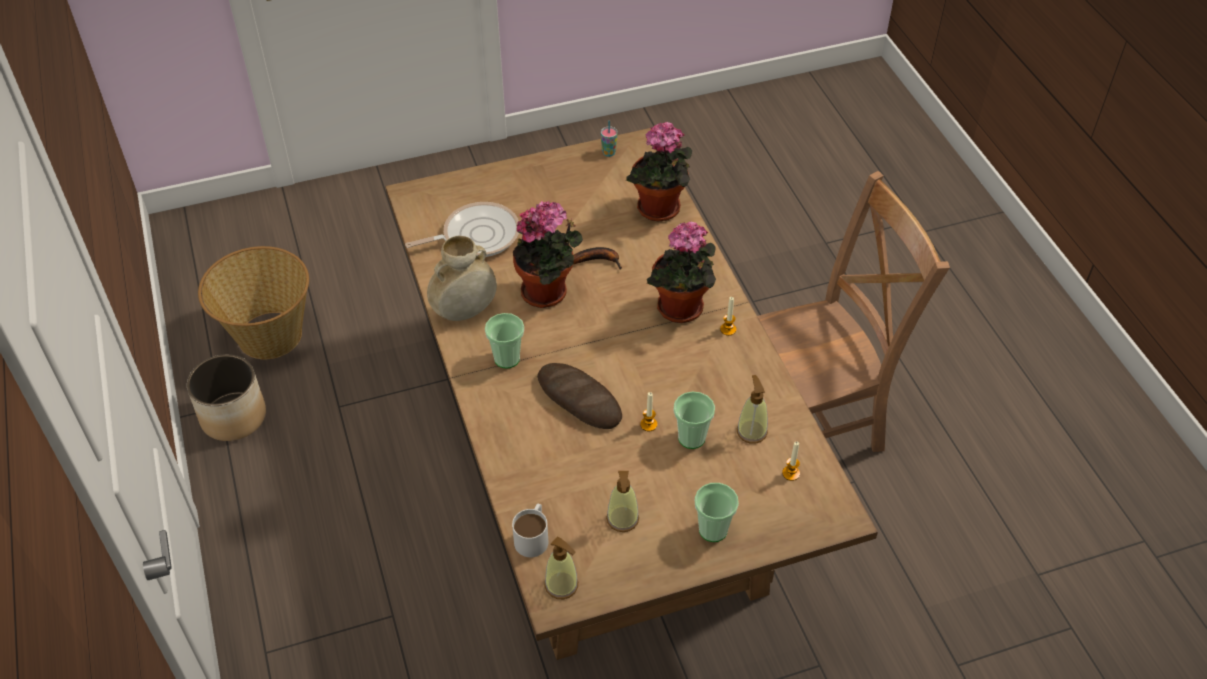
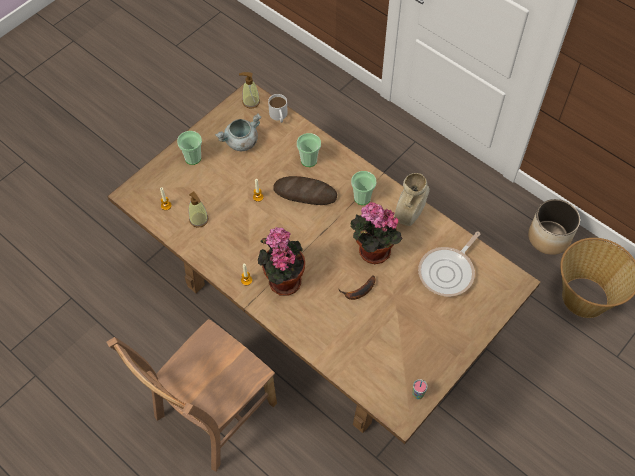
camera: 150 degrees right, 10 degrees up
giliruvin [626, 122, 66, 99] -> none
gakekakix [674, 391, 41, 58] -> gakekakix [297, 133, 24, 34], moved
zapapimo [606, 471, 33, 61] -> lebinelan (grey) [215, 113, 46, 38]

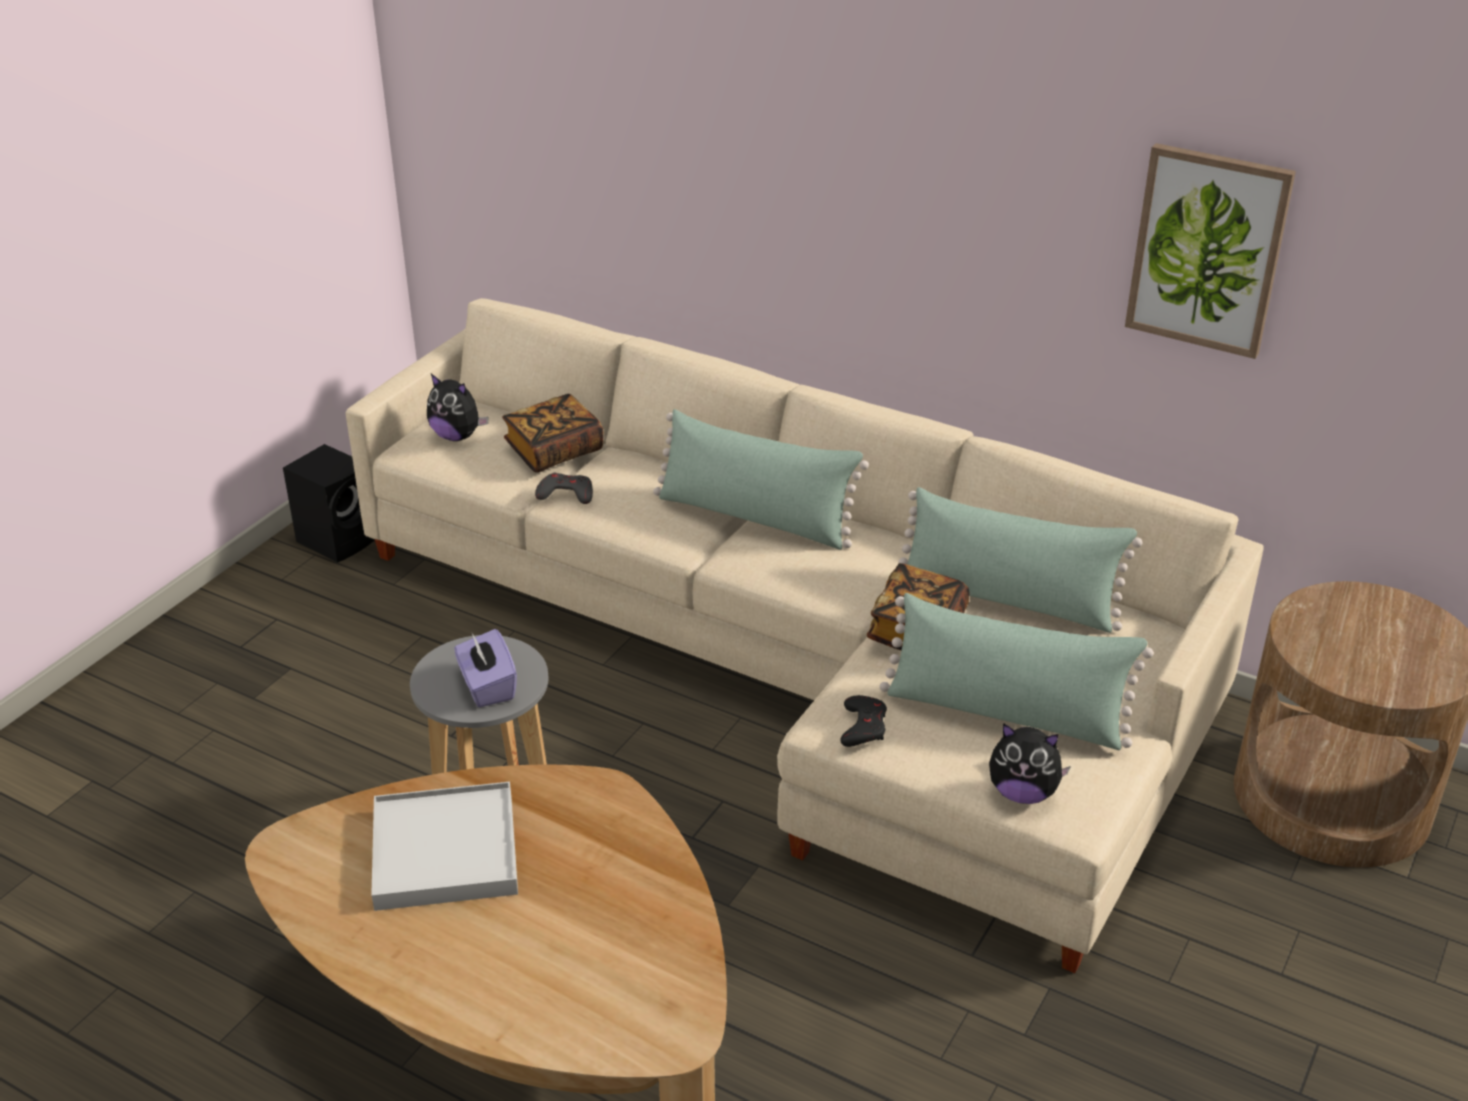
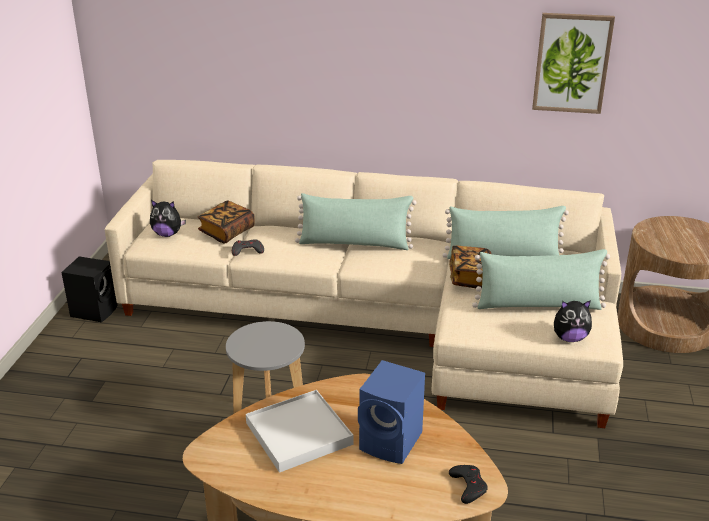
camera: 20 degrees left, 5 degrees down
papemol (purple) [454, 629, 63, 78] -> none
none -> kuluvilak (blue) [358, 360, 67, 104]
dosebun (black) [840, 695, 47, 52] -> dosebun (black) [449, 465, 39, 39], moved

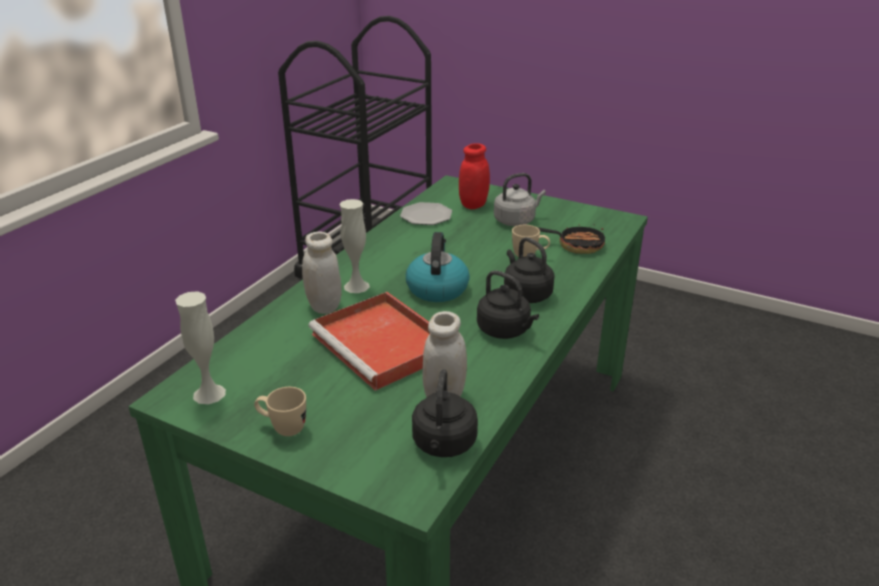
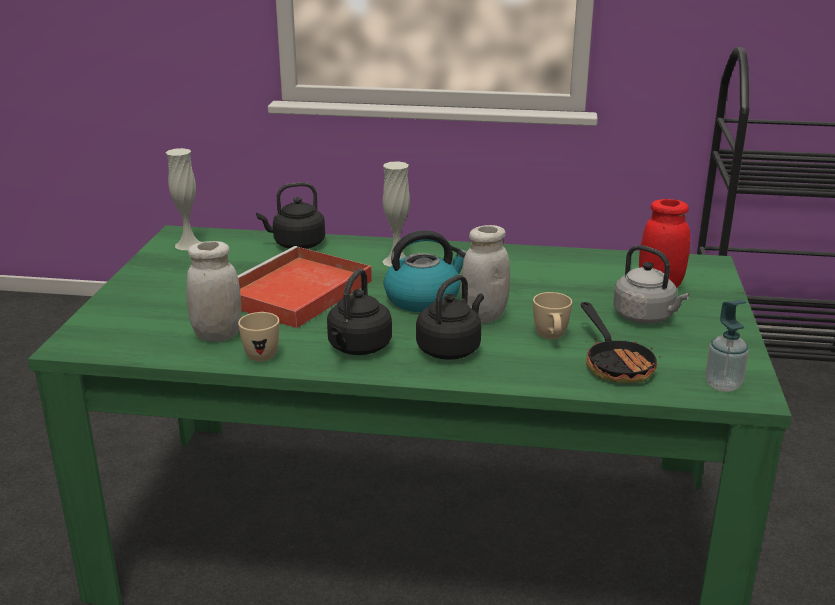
camera: 70 degrees right, 5 degrees down
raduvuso [400, 202, 52, 23] -> none
none -> zapapimo [705, 300, 44, 92]
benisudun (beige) [254, 387, 52, 49] -> benisudun (beige) [238, 312, 41, 50], moved
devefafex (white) [302, 232, 39, 82] -> devefafex (white) [461, 225, 49, 98], moved
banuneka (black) [412, 369, 66, 88] -> banuneka (black) [256, 182, 69, 67], moved

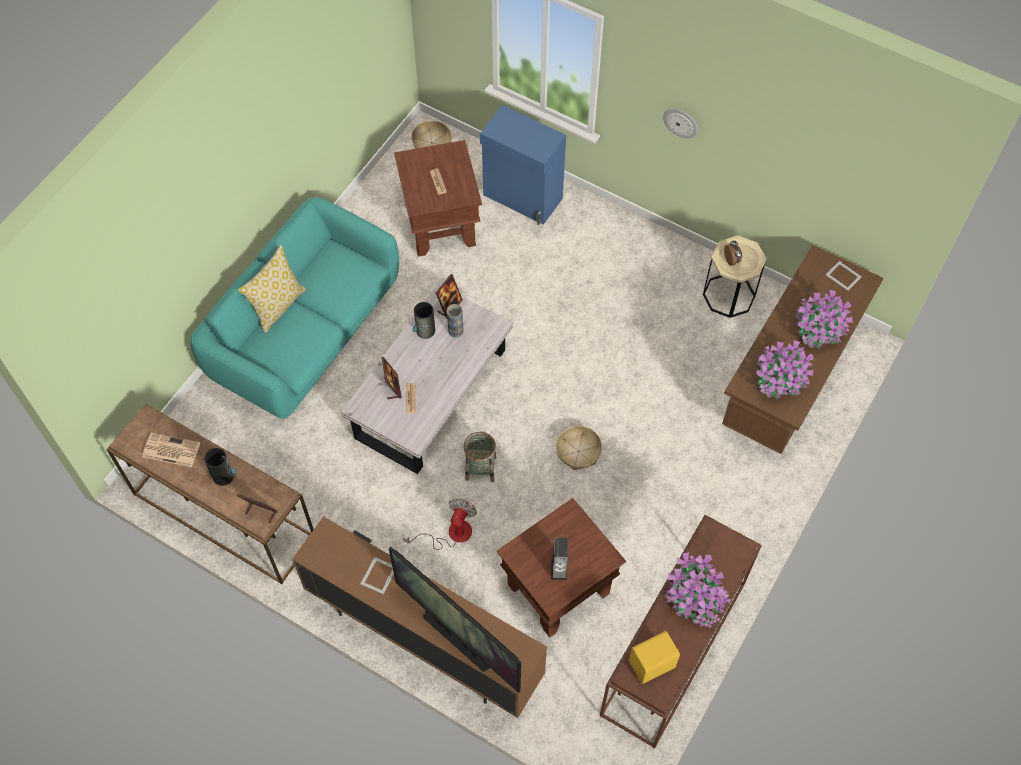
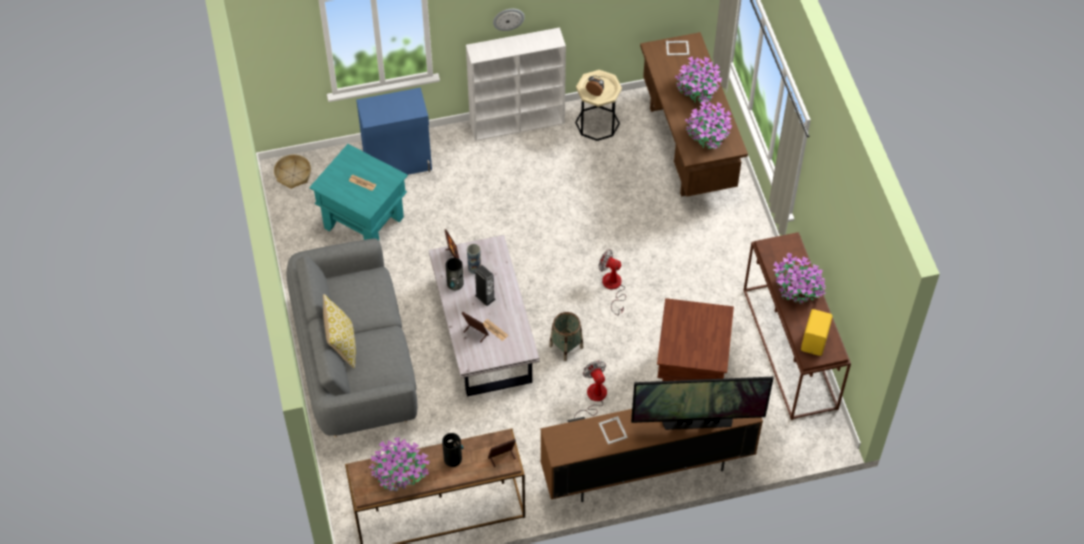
camera: 45 degrees left, 5 degrees down
none -> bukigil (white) [466, 27, 100, 114]
kuluvilak [551, 538, 17, 42] -> kuluvilak [475, 265, 21, 41], moved
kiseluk [143, 433, 57, 34] -> giliruvin [369, 437, 61, 54]
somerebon [556, 426, 46, 44] -> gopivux [599, 250, 27, 65]
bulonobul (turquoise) [190, 197, 209, 222] -> bulonobul (grey) [287, 238, 130, 199]
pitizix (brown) [394, 140, 88, 117] -> pitizix (turquoise) [309, 144, 99, 96]

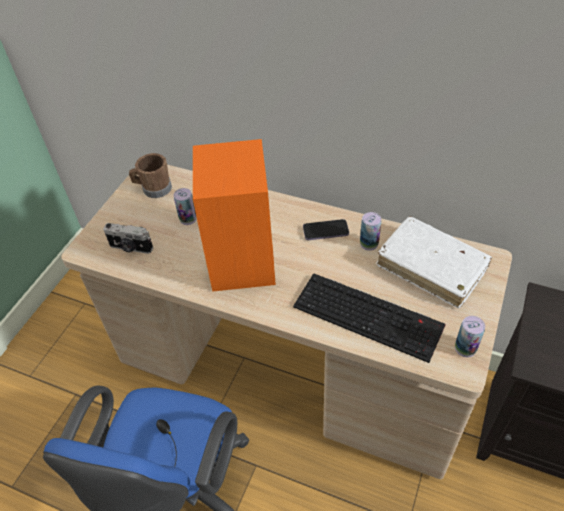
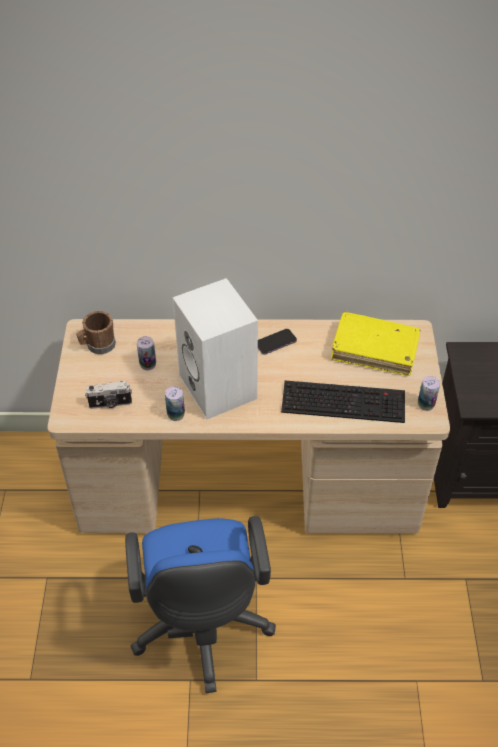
camera: 25 degrees left, 0 degrees up
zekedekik [360, 212, 21, 39] -> zekedekik [165, 386, 20, 35], moved
kuluvilak (orange) [193, 139, 83, 153] -> kuluvilak (white) [173, 278, 85, 141]
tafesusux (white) [376, 216, 116, 92] -> tafesusux (yellow) [331, 312, 89, 64]

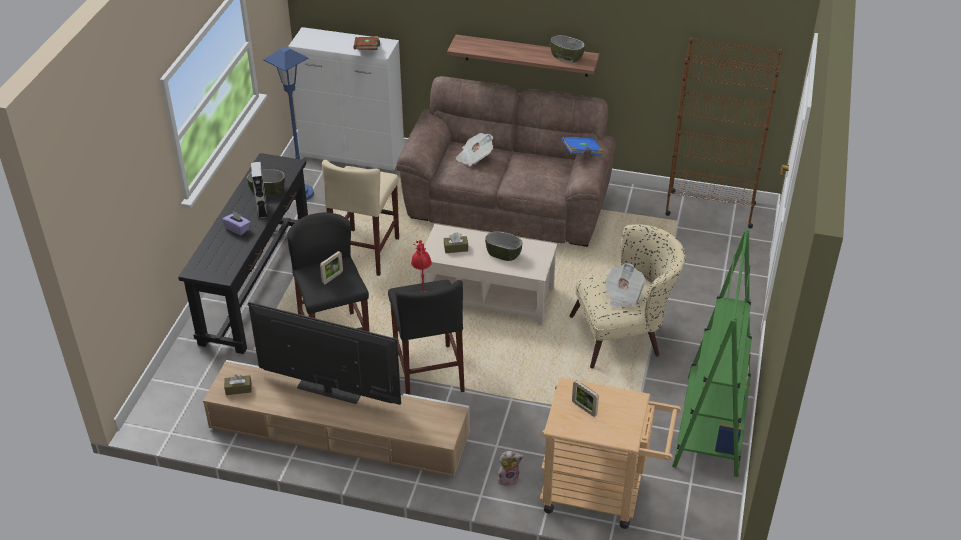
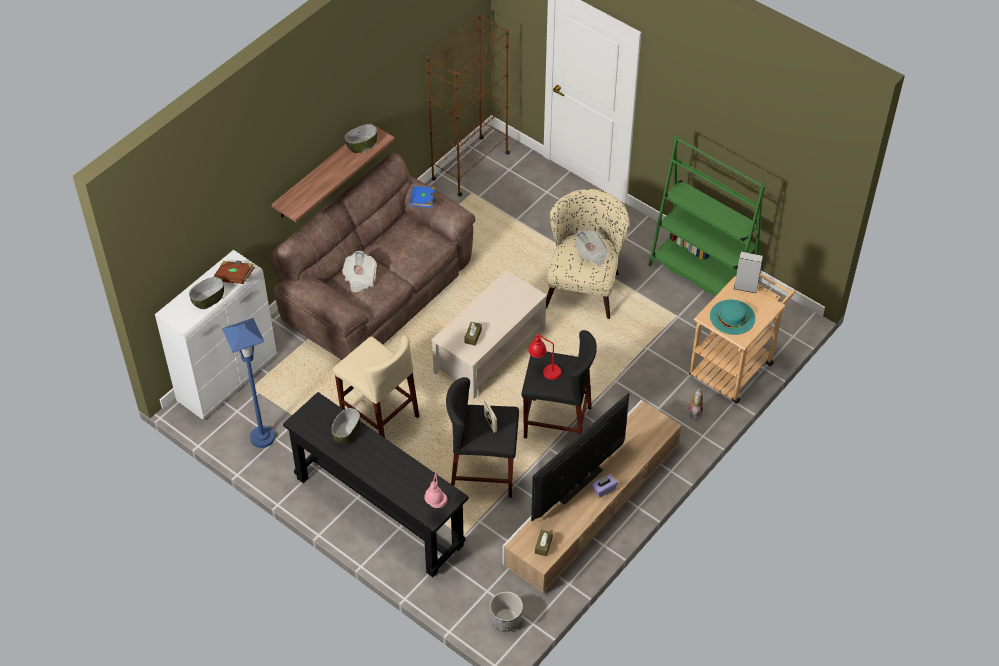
camera: 65 degrees left, 10 degrees up
none -> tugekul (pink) [424, 472, 23, 36]
none -> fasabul [489, 591, 34, 41]
papemol (purple) [222, 211, 29, 24] -> papemol (purple) [591, 475, 27, 22], moved
kuluvilak (grey) [251, 162, 17, 56] -> kuluvilak (grey) [734, 252, 29, 41], moved
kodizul [485, 231, 37, 30] -> kodizul [189, 277, 35, 32], moved
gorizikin [572, 380, 27, 37] -> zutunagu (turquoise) [710, 299, 45, 36]

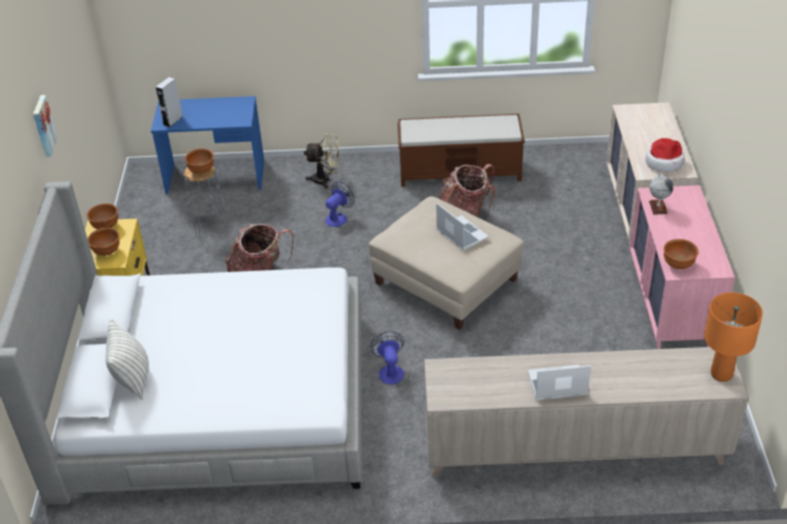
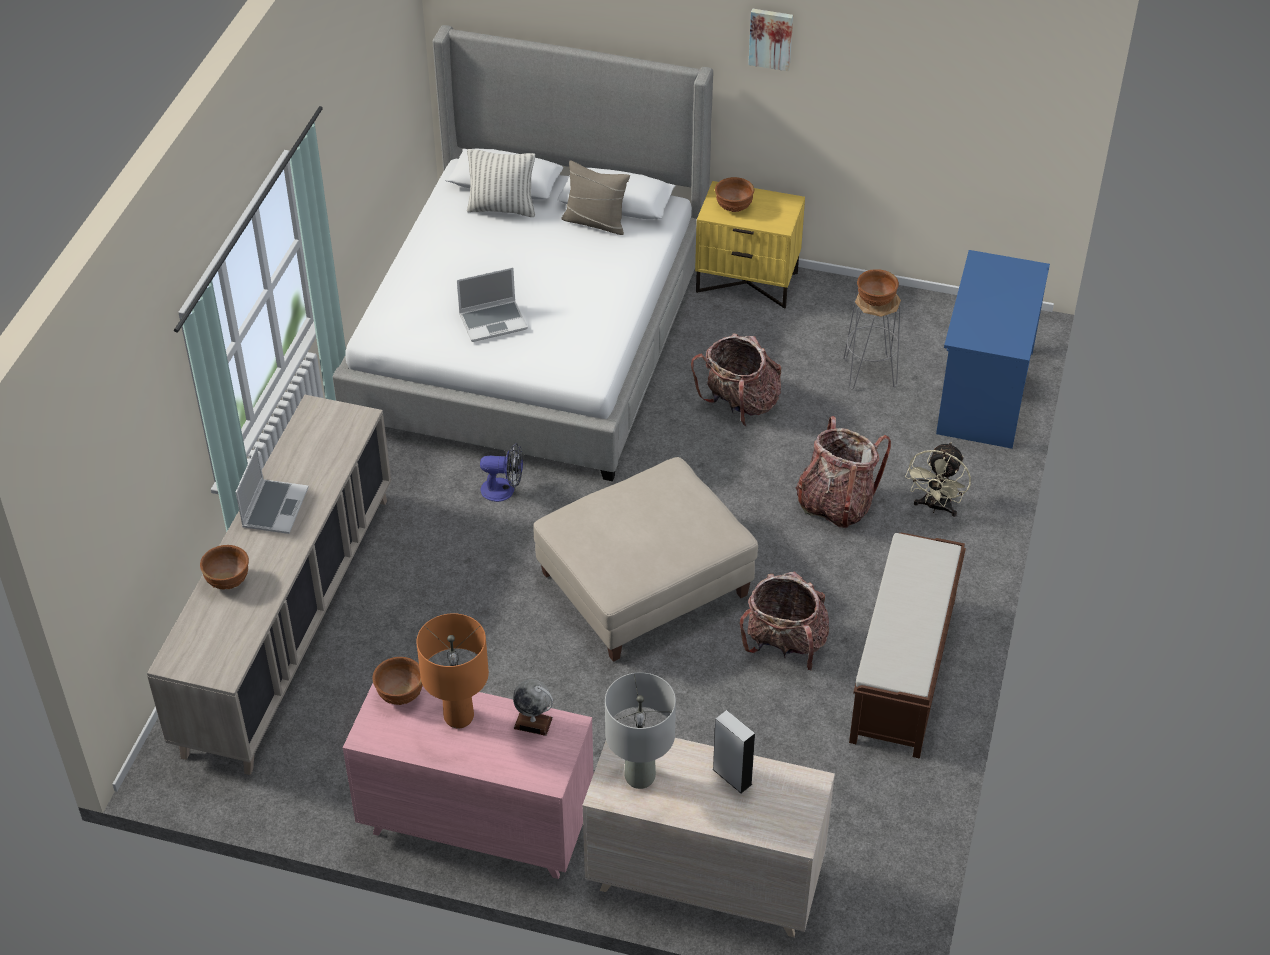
camera: 105 degrees right, 5 degrees up
none -> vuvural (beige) [561, 160, 69, 75]
kodizul (brown) [87, 203, 31, 26] -> kodizul (brown) [200, 545, 49, 45], moved
kuluvilak (grey) [156, 77, 27, 50] -> kuluvilak (grey) [712, 710, 43, 83], moved
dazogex [436, 203, 53, 48] -> dazogex [457, 267, 71, 75], moved
tugekul (orange) [704, 292, 59, 90] -> tugekul (orange) [416, 613, 73, 115], moved
gopivux [325, 182, 30, 45] -> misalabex [796, 416, 95, 112]
zutunagu [645, 138, 40, 34] -> tugekul (grey) [605, 672, 71, 117]

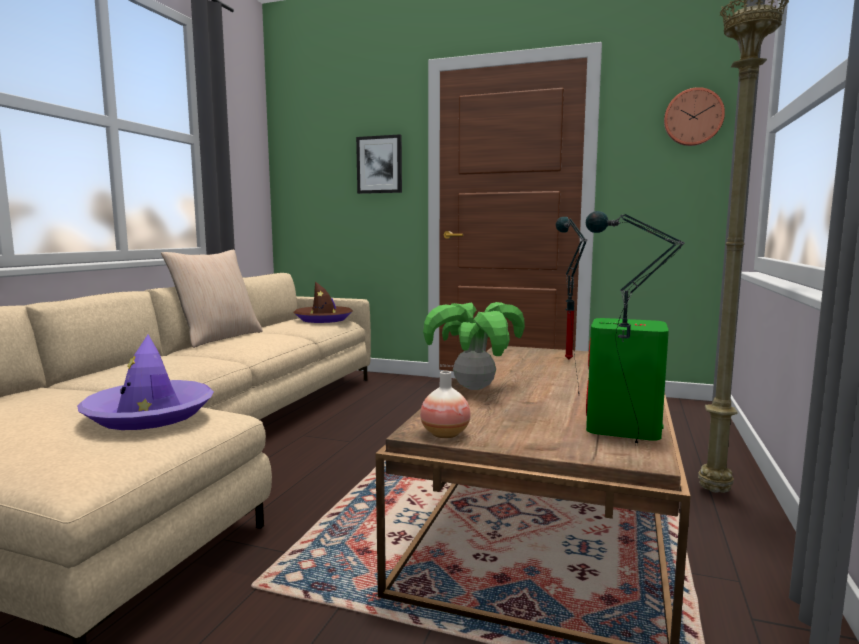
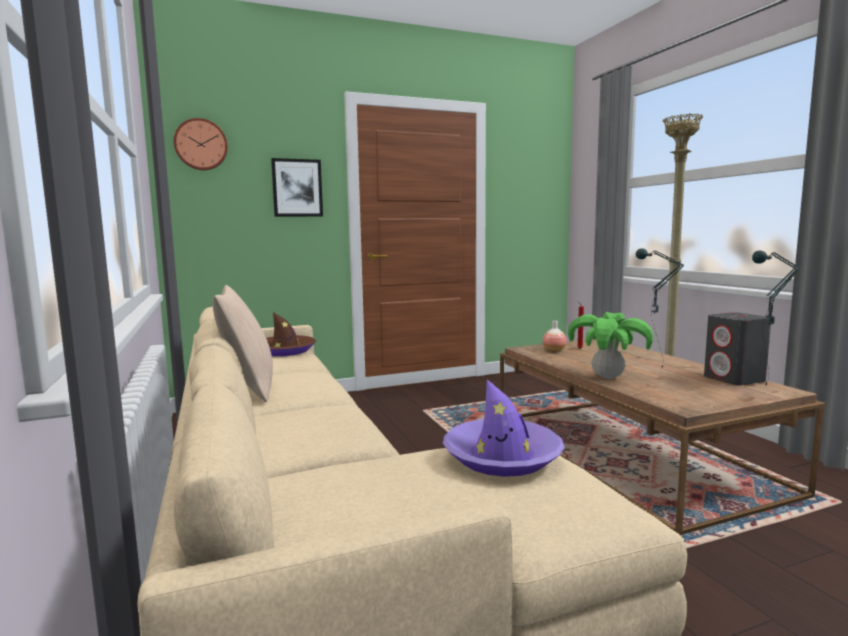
camera: 40 degrees left, 0 degrees up
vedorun [420, 371, 50, 67] -> vedorun [543, 321, 24, 31], moved
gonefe [664, 87, 61, 59] -> gonefe [174, 118, 54, 52], moved
kuluvilak (green) [586, 318, 83, 123] -> kuluvilak (grey) [704, 312, 67, 73]

